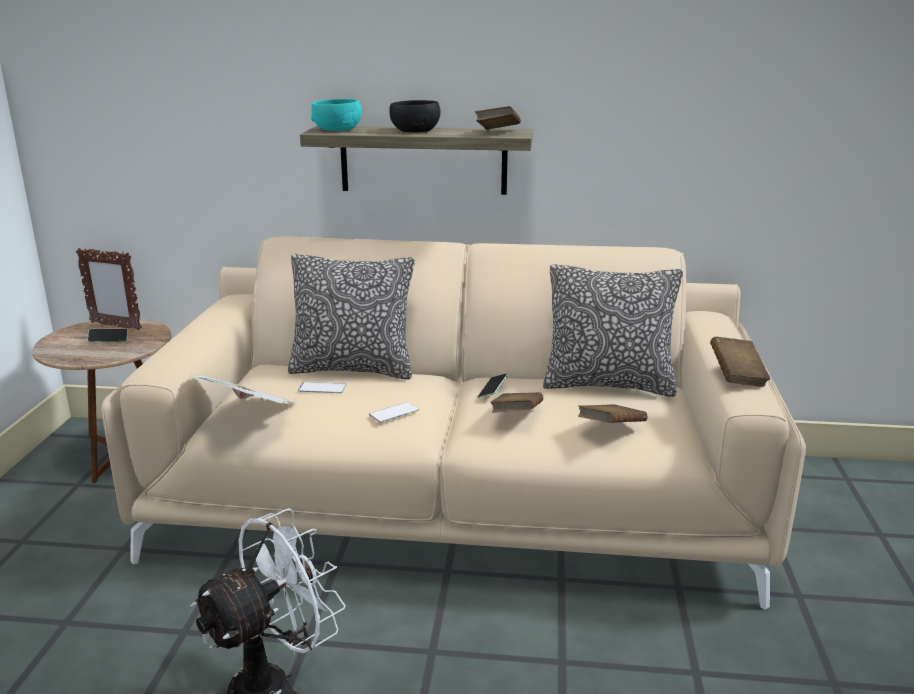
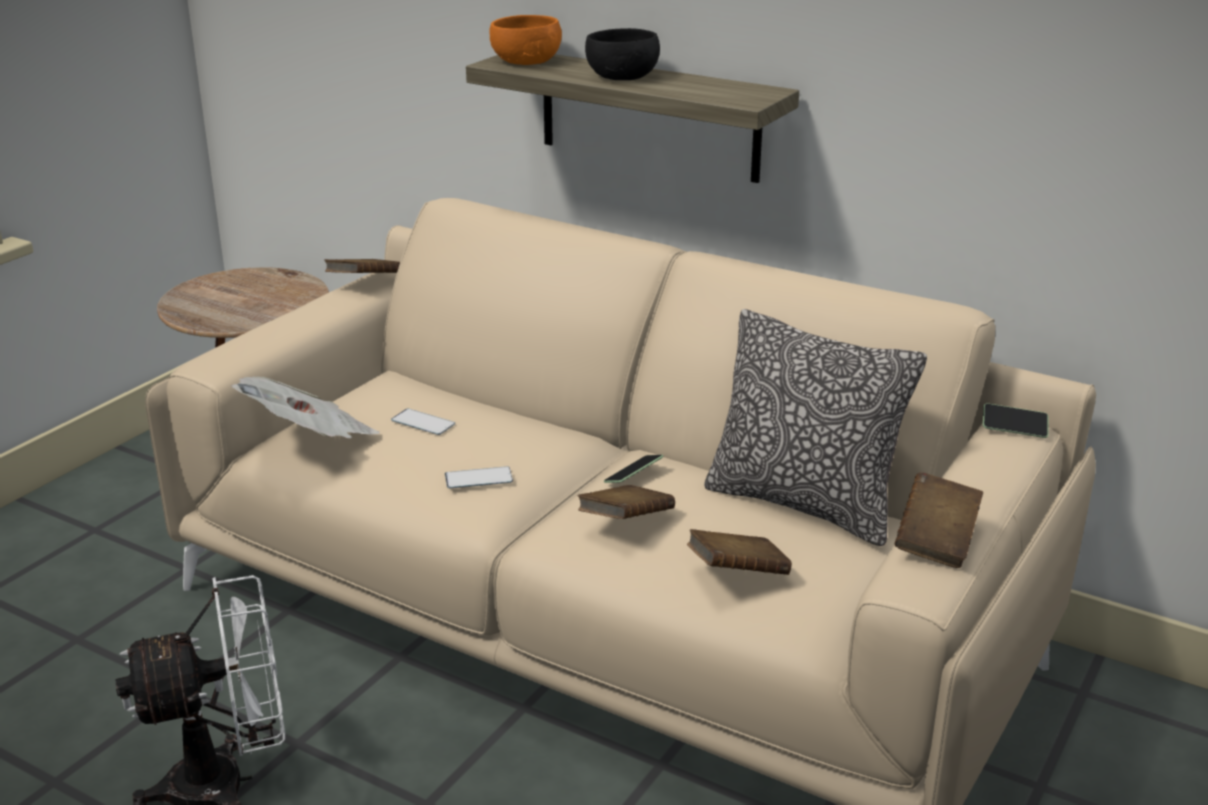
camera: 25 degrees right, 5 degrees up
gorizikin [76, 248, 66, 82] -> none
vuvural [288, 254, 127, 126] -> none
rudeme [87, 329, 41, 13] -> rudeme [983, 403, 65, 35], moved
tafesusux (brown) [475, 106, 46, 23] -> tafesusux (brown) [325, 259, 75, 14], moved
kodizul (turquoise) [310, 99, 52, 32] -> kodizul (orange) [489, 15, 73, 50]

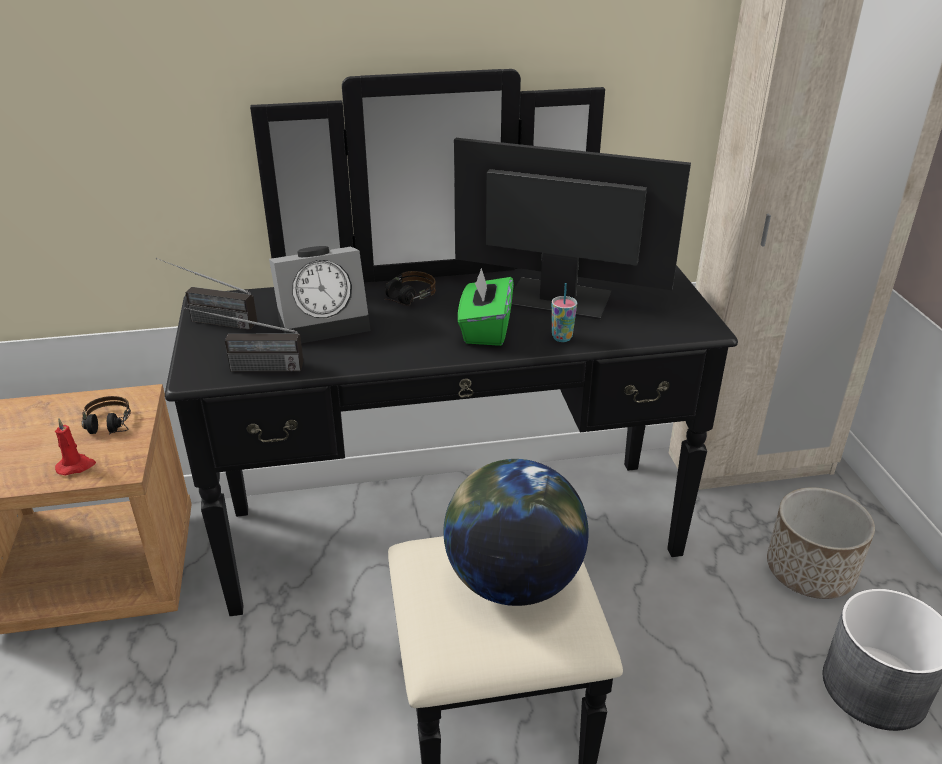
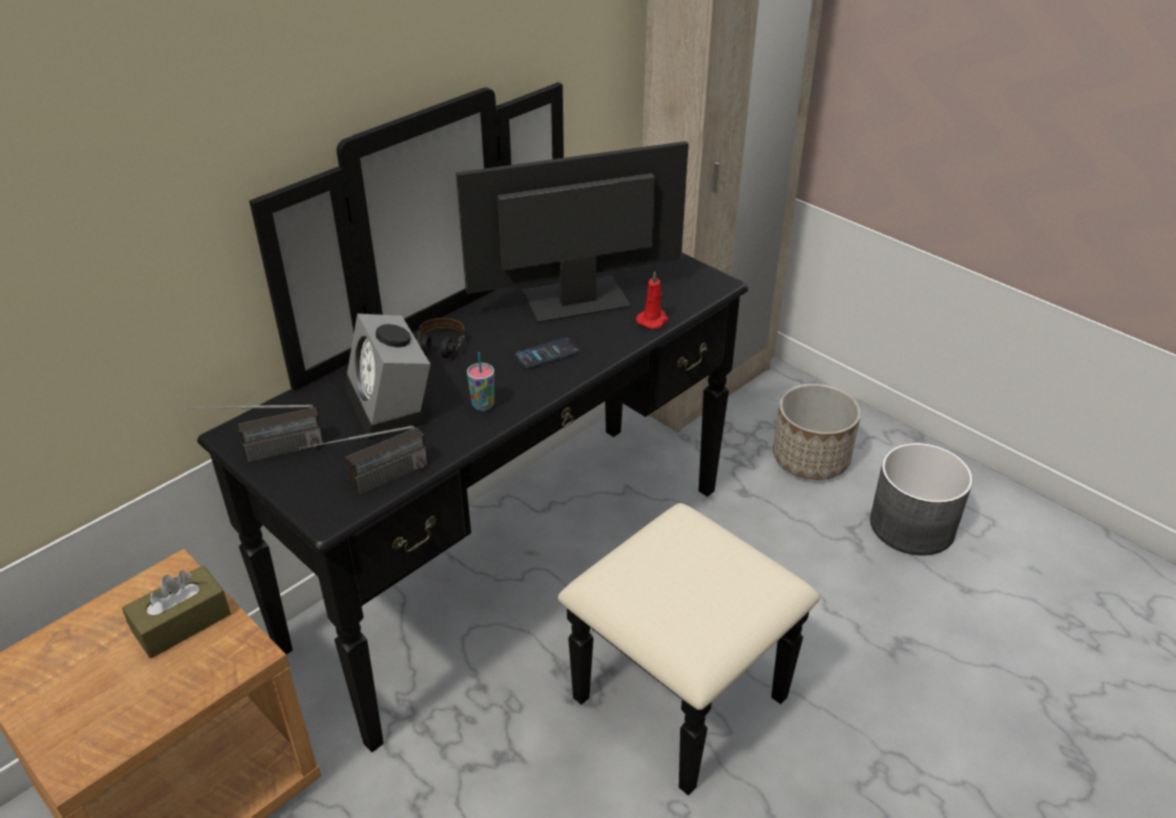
camera: 35 degrees left, 5 degrees up
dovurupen [443, 459, 146, 147] -> none
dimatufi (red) [55, 418, 41, 58] -> dimatufi (red) [636, 271, 32, 58], moved
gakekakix [552, 283, 25, 59] -> gakekakix [467, 352, 27, 59], moved
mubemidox [81, 396, 50, 39] -> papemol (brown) [122, 565, 109, 94]
papemol (green) [458, 268, 56, 78] -> rudeme [514, 337, 66, 32]
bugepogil [269, 246, 102, 97] -> bugepogil [345, 314, 85, 126], 120 degrees clockwise

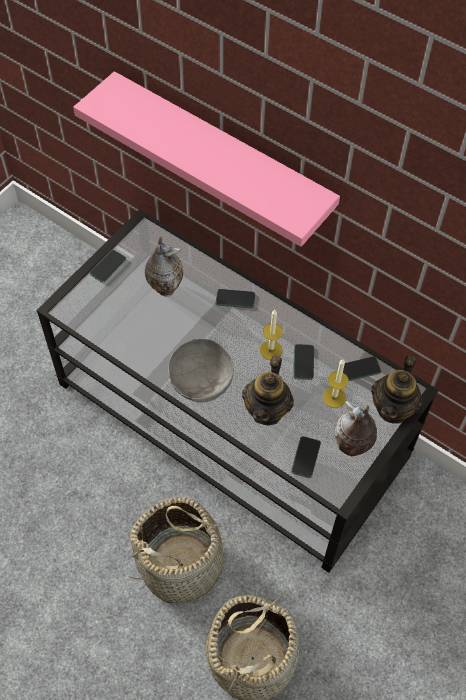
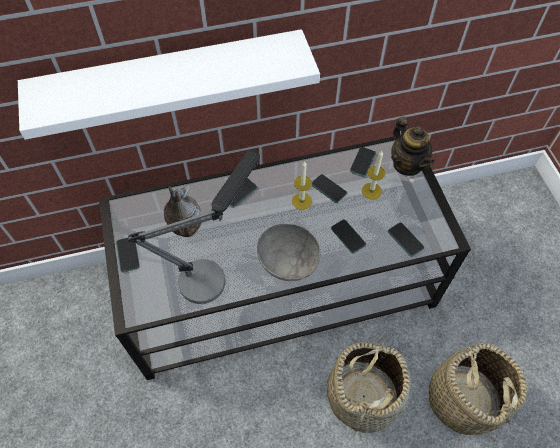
camera: 50 degrees left, 0 degrees up
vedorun [335, 401, 42, 56] -> none
none -> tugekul [128, 150, 132, 154]
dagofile [242, 355, 52, 70] -> rudeme [331, 219, 35, 34]
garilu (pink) [73, 71, 267, 176] -> garilu (white) [18, 29, 302, 111]

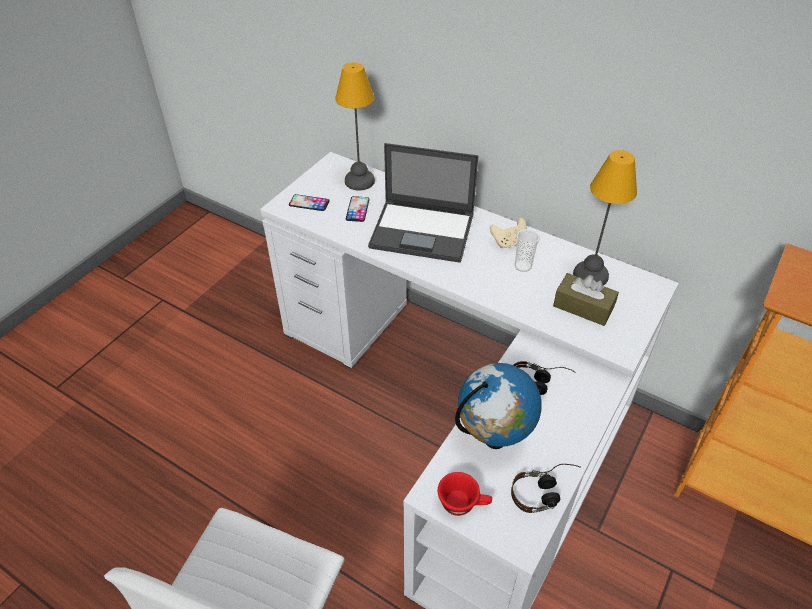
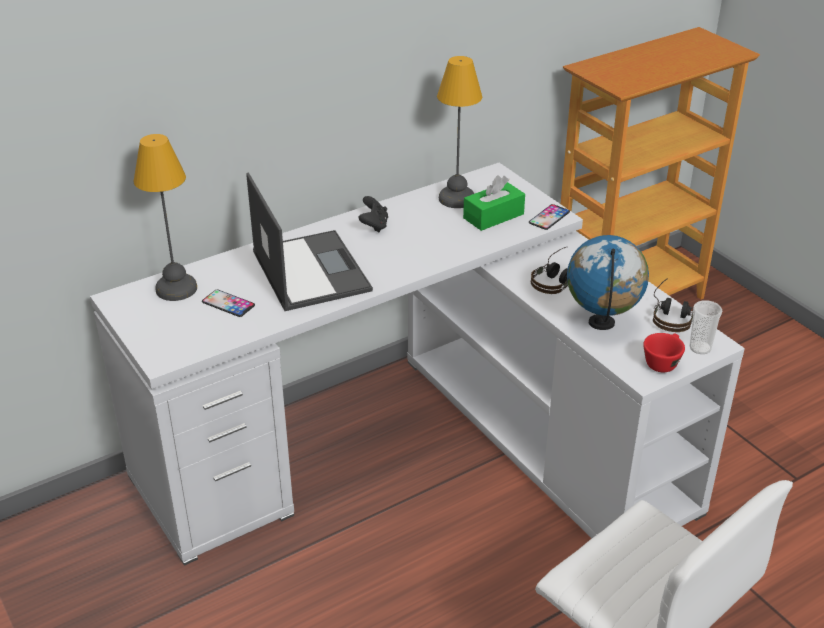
camera: 65 degrees left, 10 degrees down
rudeme [289, 194, 41, 17] -> rudeme [529, 204, 41, 26], moved
gakekakix [515, 229, 25, 43] -> gakekakix [689, 300, 34, 54], moved
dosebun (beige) [490, 218, 36, 30] -> dosebun (black) [358, 196, 30, 37]
papemol (brown) [553, 273, 66, 53] -> papemol (green) [463, 176, 62, 55]
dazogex [368, 143, 110, 120] -> dazogex [246, 172, 127, 139], 60 degrees counterclockwise

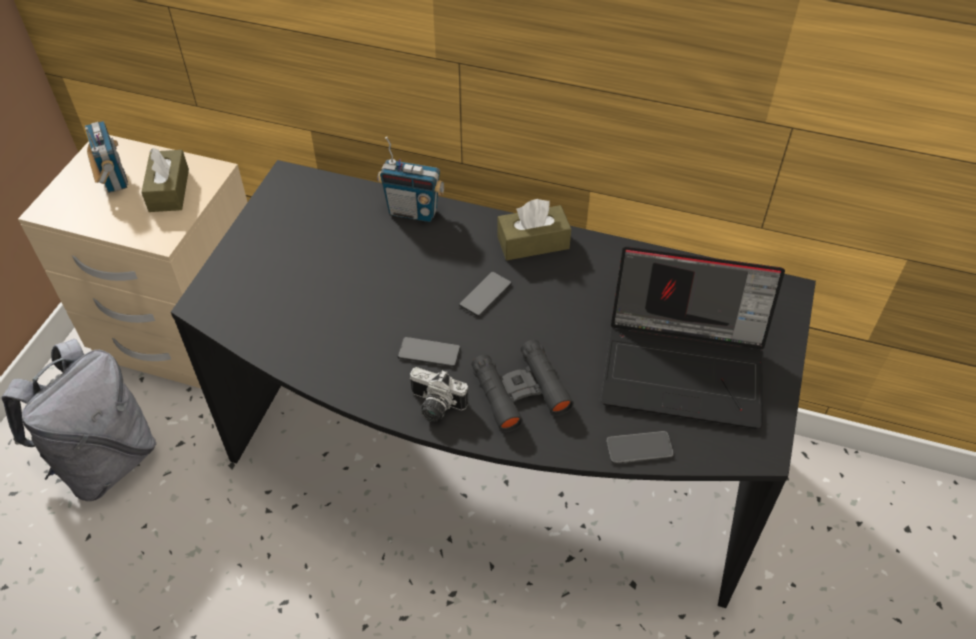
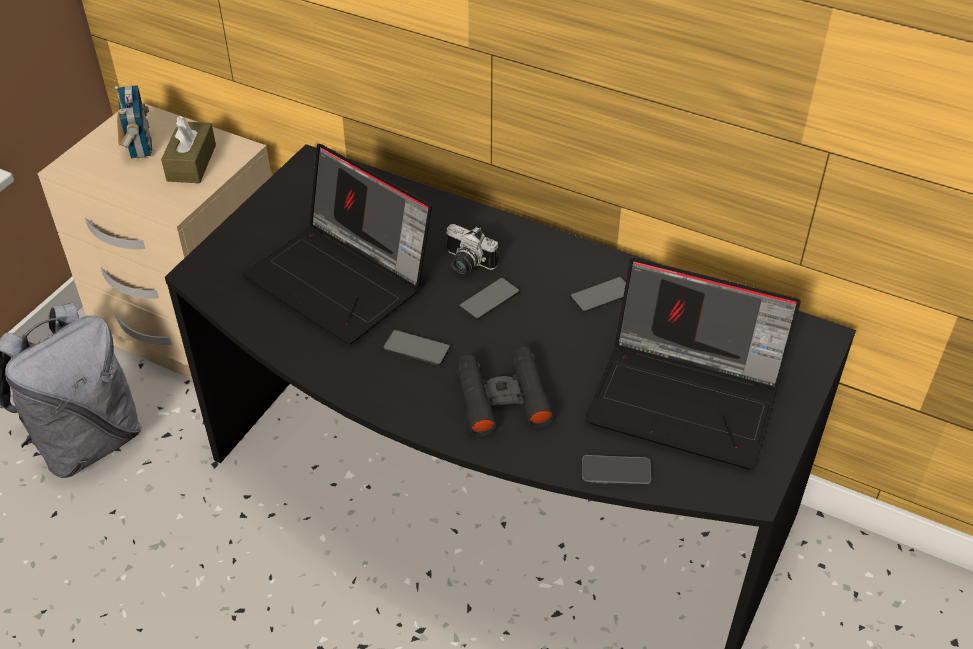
camera: 10 degrees right, 5 degrees down
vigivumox [377, 137, 68, 85] -> none
papemol (brown) [497, 199, 74, 61] -> none
none -> dazogex [242, 144, 190, 200]
none -> rudeme [570, 277, 56, 36]
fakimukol [410, 367, 58, 55] -> fakimukol [446, 224, 52, 50], moved

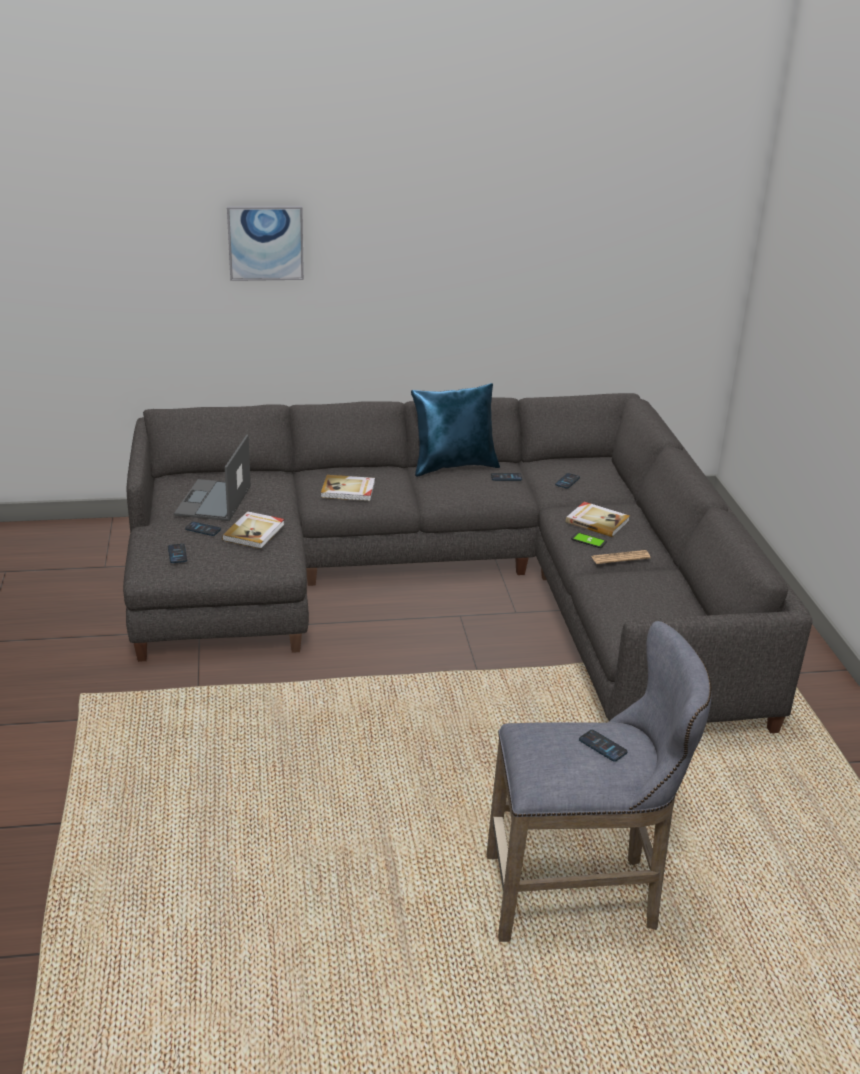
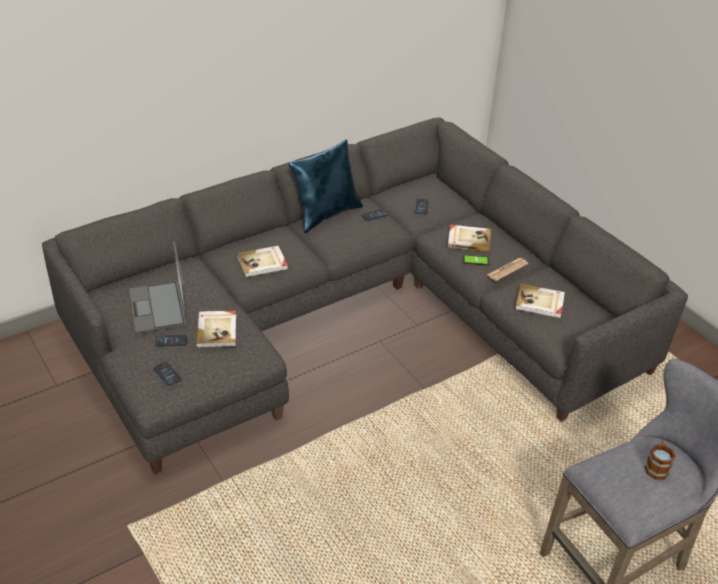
camera: 25 degrees left, 10 degrees up
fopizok [227, 206, 77, 75] -> none
none -> tafesusux [515, 284, 50, 34]
rudeme [579, 730, 49, 32] -> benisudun [645, 440, 30, 40]

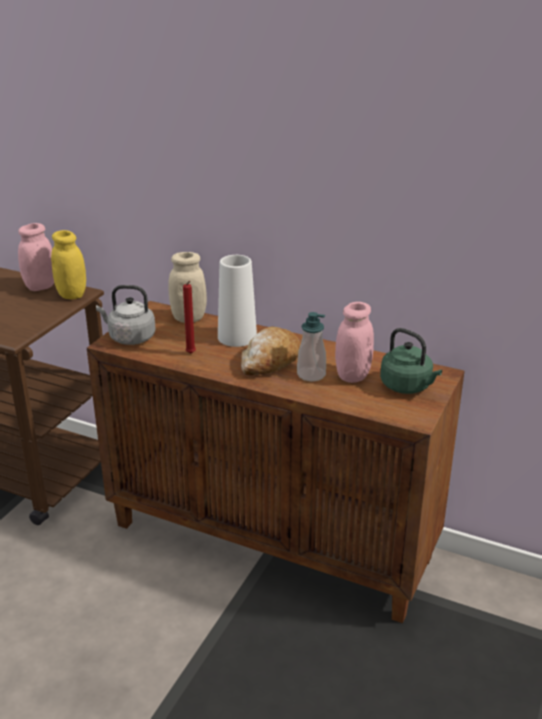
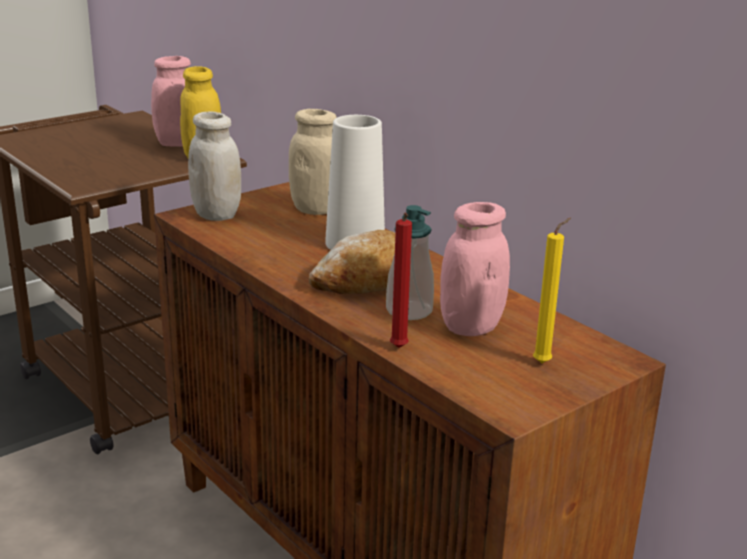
camera: 25 degrees right, 5 degrees down
dimatufi (red) [183, 281, 13, 73] -> dimatufi (red) [390, 213, 22, 135], moved
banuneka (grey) [96, 285, 60, 60] -> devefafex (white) [188, 112, 53, 109]
banuneka (green) [380, 328, 62, 66] -> dimatufi (yellow) [533, 218, 38, 145]

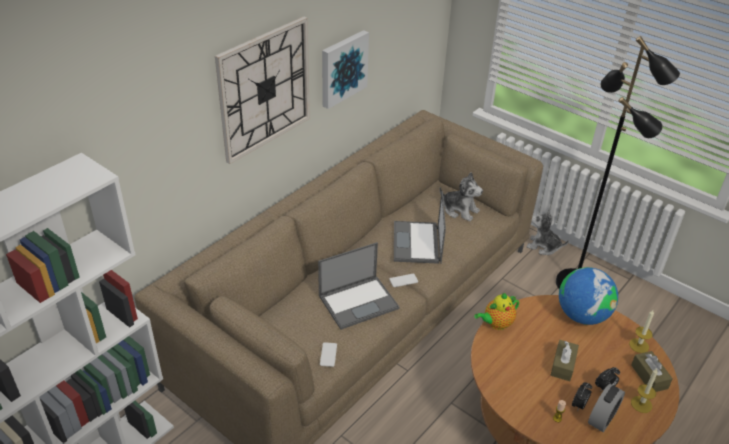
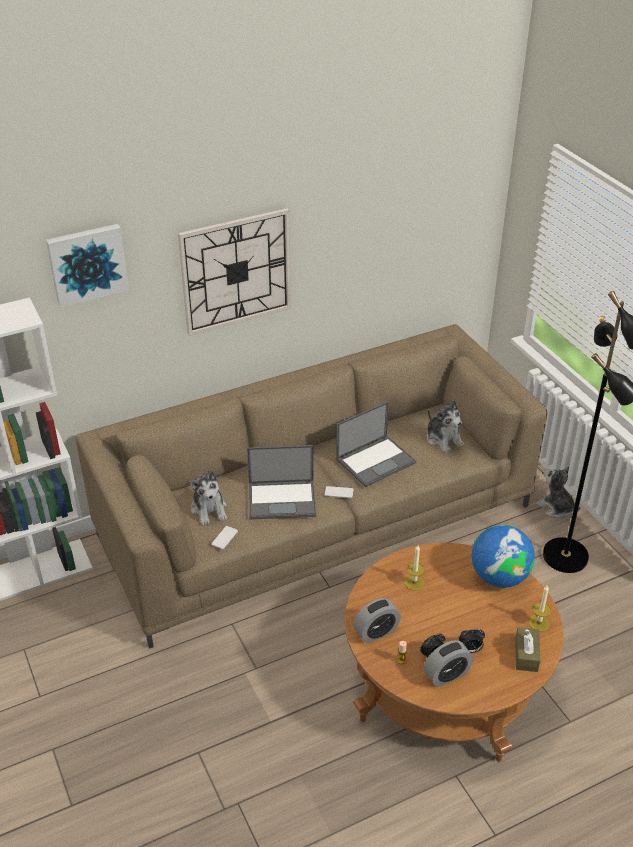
camera: 25 degrees right, 0 degrees up
dagofile [474, 293, 45, 37] -> none
papemol (brown) [551, 340, 28, 41] -> none
none -> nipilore [189, 470, 38, 56]
none -> bugepogil [354, 598, 47, 45]
fopizok [322, 30, 47, 79] -> fopizok [46, 224, 83, 83], moved
dimatufi [631, 368, 27, 45] -> dimatufi [404, 545, 21, 46], moved
dazogex [394, 191, 52, 73] -> dazogex [336, 401, 80, 86], 150 degrees counterclockwise

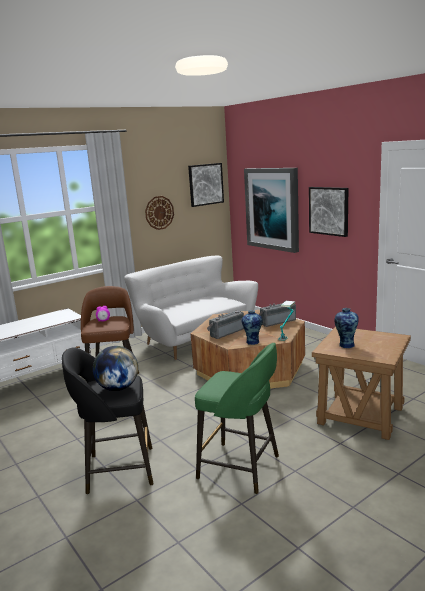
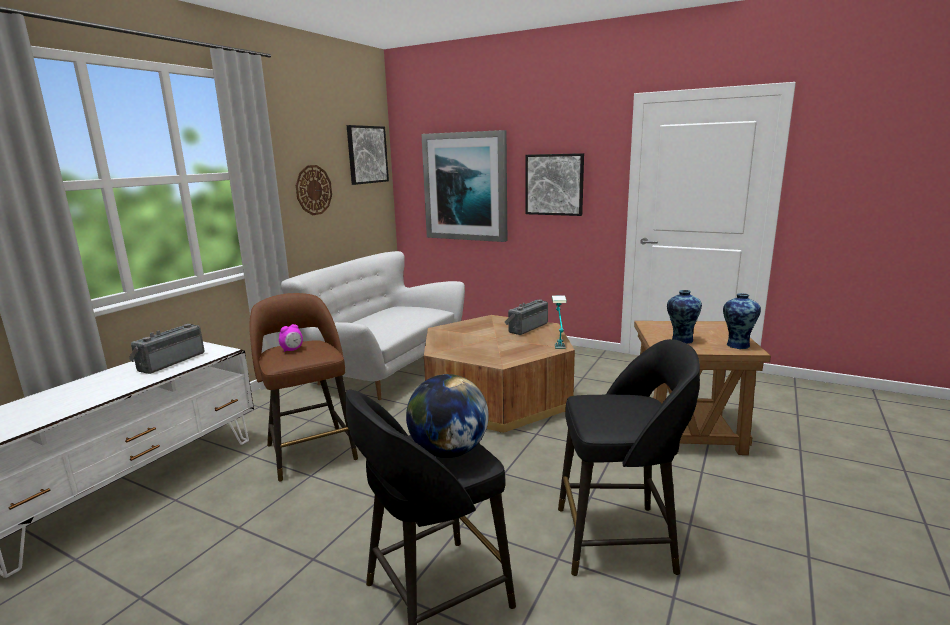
camera: 25 degrees left, 0 degrees up
vigivumox [207, 310, 37, 29] -> vigivumox [129, 324, 75, 50], moved
vedorun [242, 310, 21, 35] -> vedorun [723, 293, 38, 56], moved
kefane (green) [195, 343, 84, 151] -> kefane (black) [558, 339, 142, 237]

